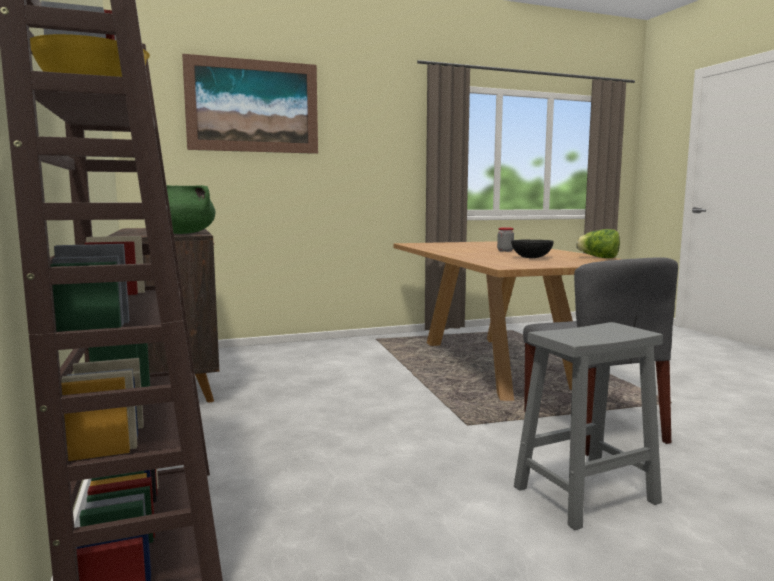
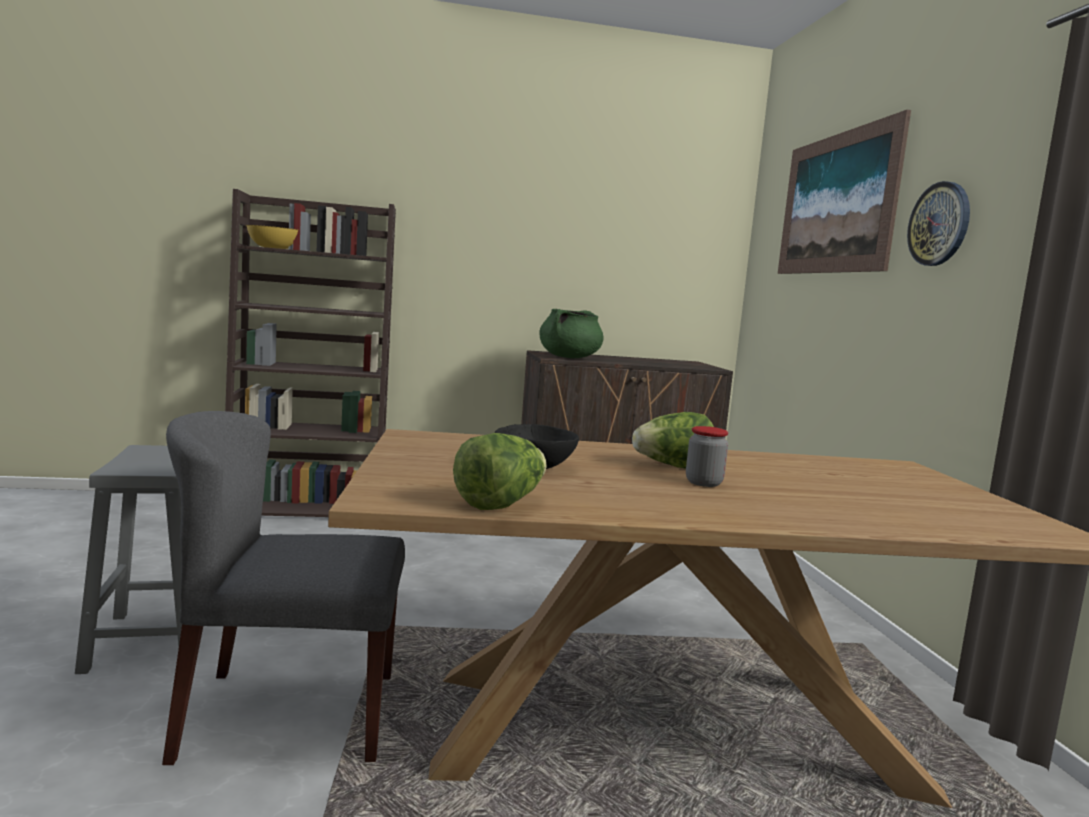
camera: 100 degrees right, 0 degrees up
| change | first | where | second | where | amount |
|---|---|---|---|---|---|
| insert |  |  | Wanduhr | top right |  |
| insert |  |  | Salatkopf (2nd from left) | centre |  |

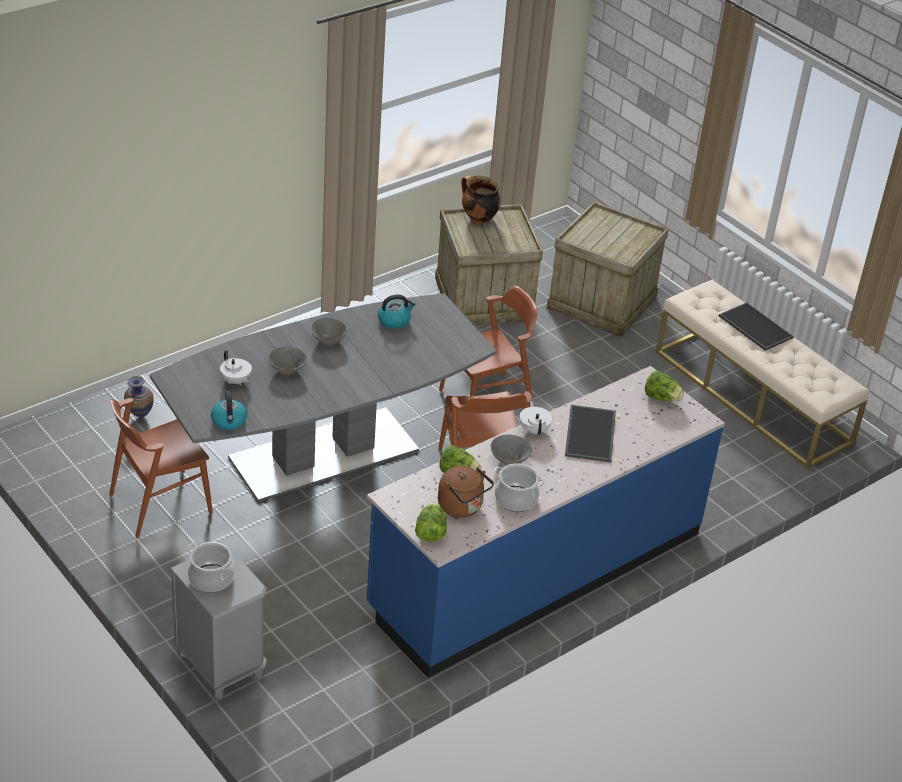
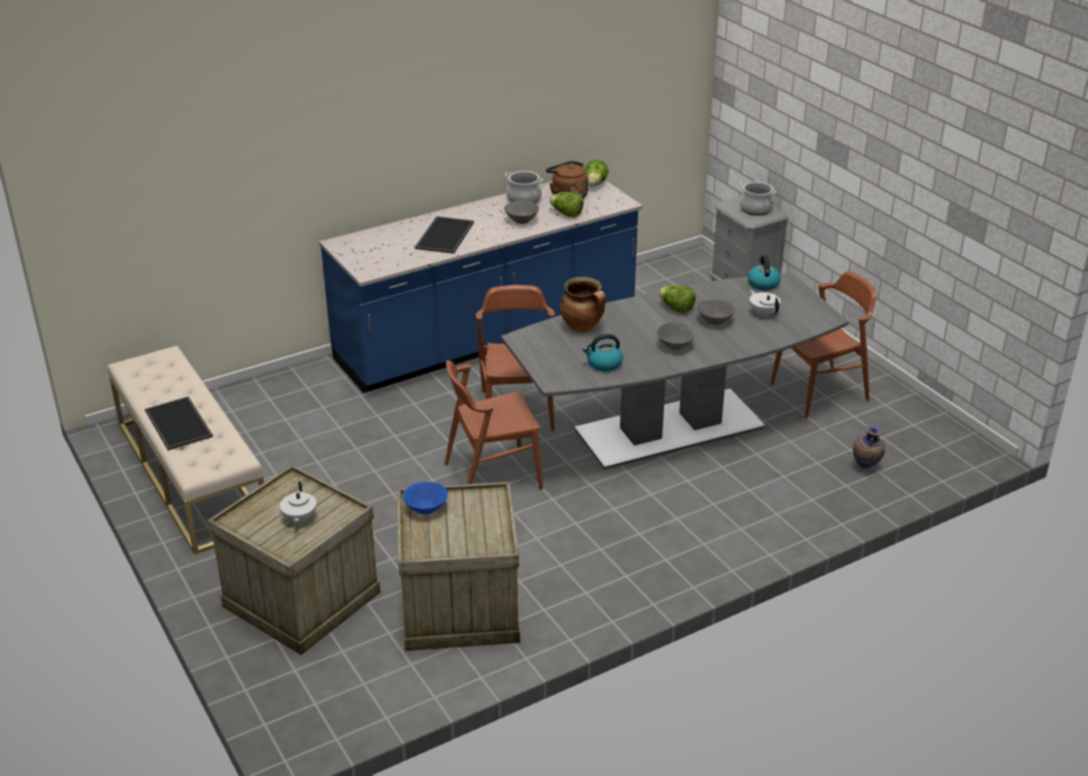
camera: 170 degrees left, 5 degrees down
| change | first | where | second | where | amount |
|---|---|---|---|---|---|
| move | Kochtopf (2nd from left) | top centre |  | centre |  |
| move | Salatkopf (3rd from left) | middle right |  | centre |  |
| move | Teekanne [weiß] (2nd from left in the first image) | centre | Teekanne [weiß] (1st from left) | middle left |  |
| insert |  |  | Schüssel [blau] | centre |  |

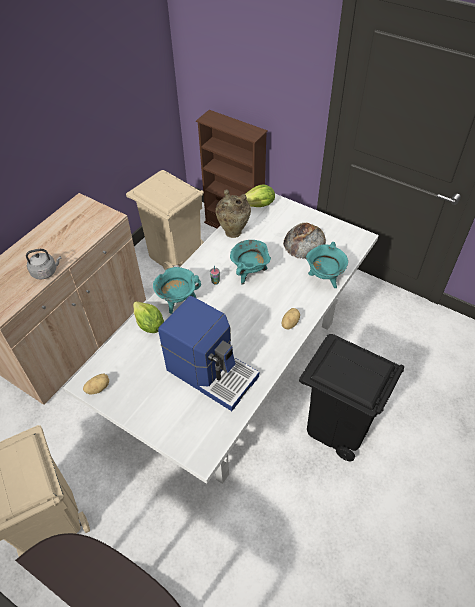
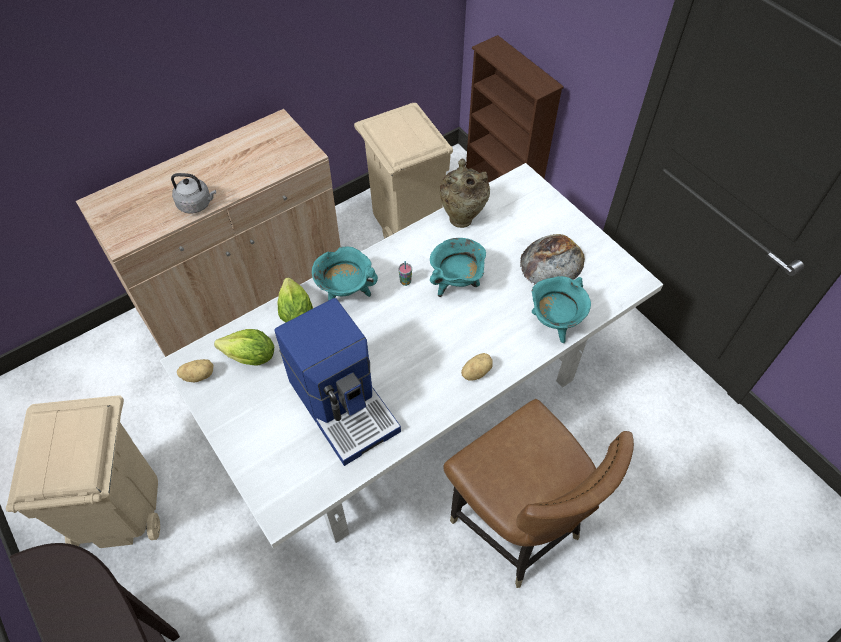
camera: 20 degrees right, 5 degrees up
| change | first | where | second | where | amount |
|---|---|---|---|---|---|
| move | Salatkopf (2nd from left in the first image) | top centre | Salatkopf (1st from left) | middle left |  |
| replace | Mülleimer [schwarz] | middle right | Stuhl [braun] | bottom centre |  |

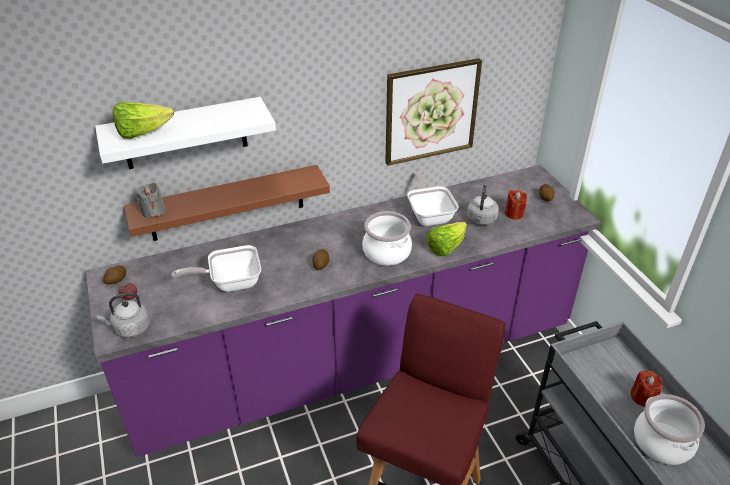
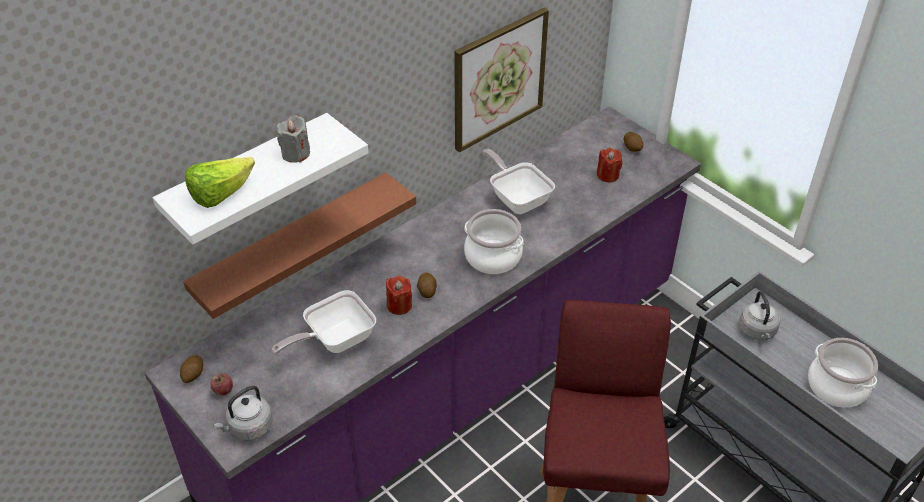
camera: 20 degrees left, 5 degrees up
| change | first | where | second | where | amount |
|---|---|---|---|---|---|
| move | Kerze [grau] | middle left |  | top left |  |
| move | Wasserkessel [grau] (2nd from left) | centre |  | middle right |  |
| delete | Salatkopf (2nd from left) | centre |  |  |  |
| move | Kerze [rot] (2nd from left in the first image) | bottom right | Kerze [rot] (1st from left) | centre |  |

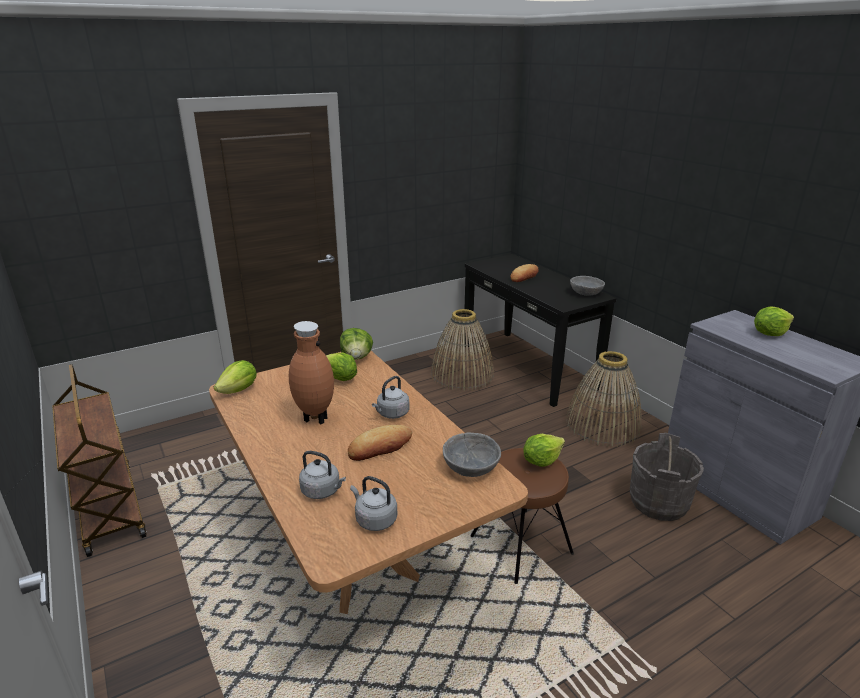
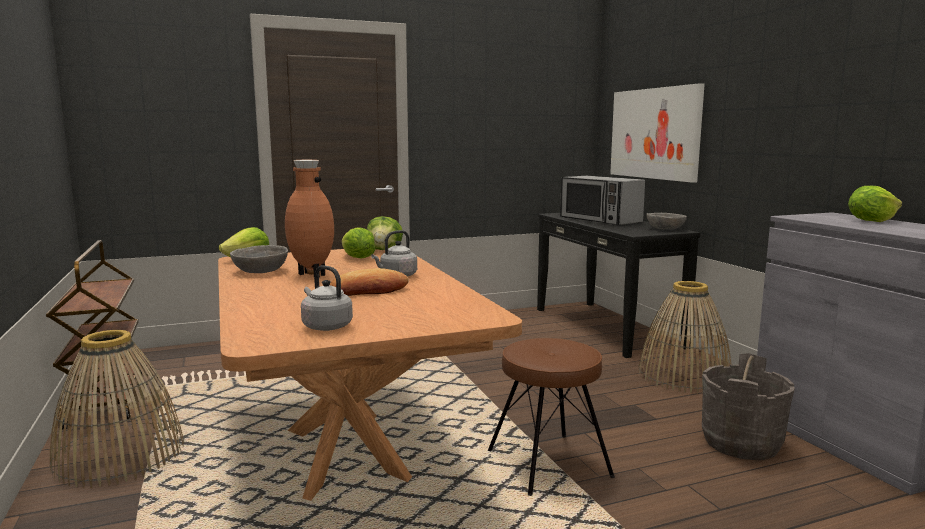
camera: 10 degrees right, 15 degrees down
| change | first | where | second | where | amount |
|---|---|---|---|---|---|
| replace | Brot (2nd from left) | centre | Mikrowelle | centre |  |
| move | Korb (1st from left) | centre |  | bottom left |  |
| move | Schüssel [grau] (1st from left) | centre |  | middle left |  |
| delete | Salatkopf (4th from left) | centre |  |  |  |
| delete | Wasserkessel [grau] (1st from left) | bottom centre |  |  |  |
| insert |  |  | Bild | top right |  |

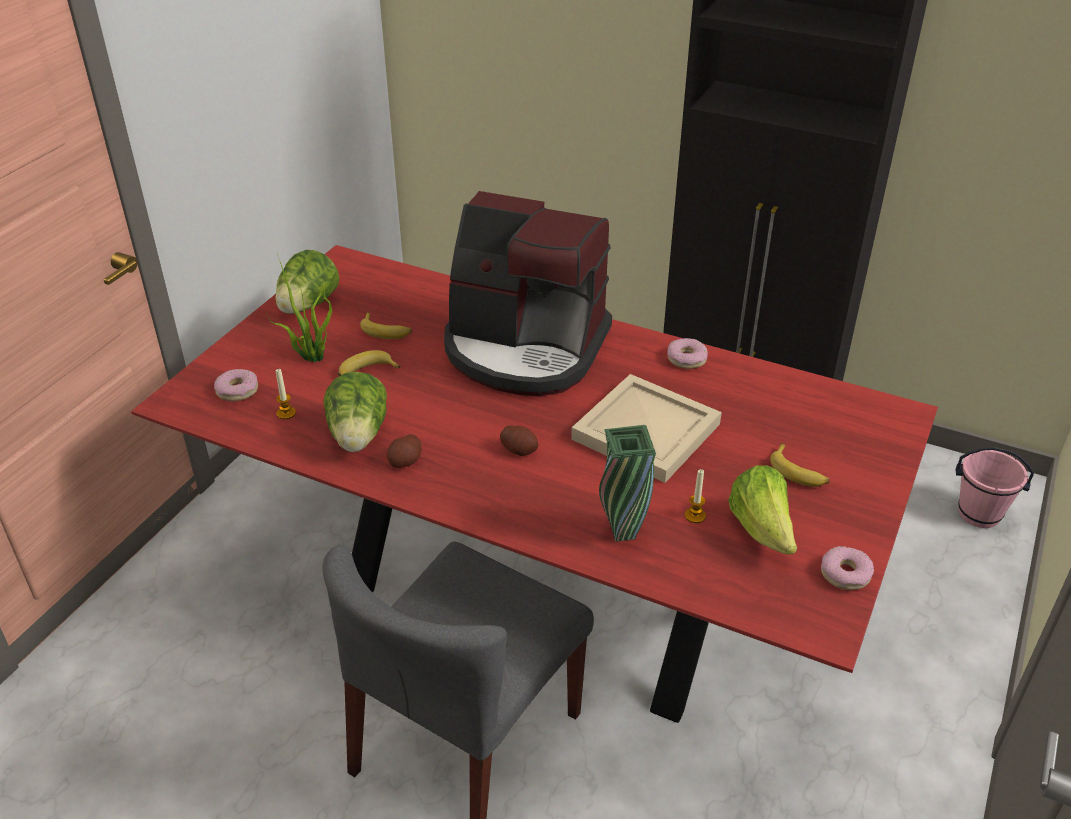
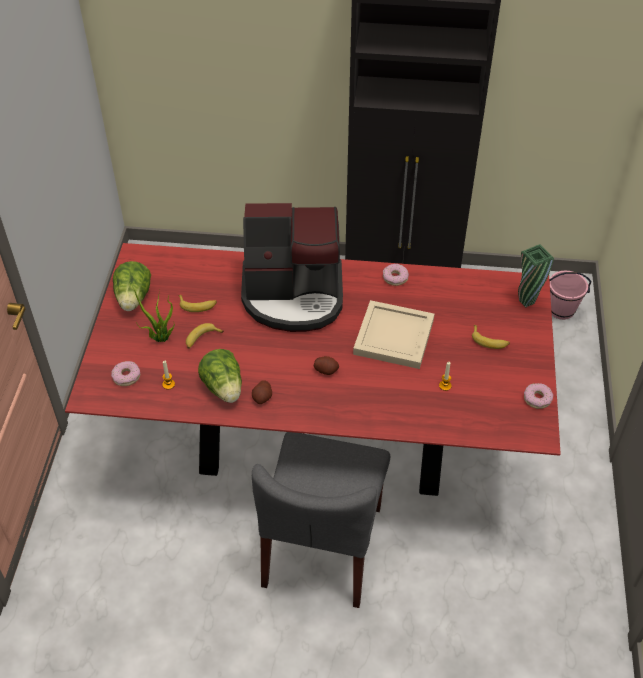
camera: 20 degrees left, 10 degrees up
| change | first | where | second | where | amount |
|---|---|---|---|---|---|
| move | Vase [grün] | centre |  | middle right |  |
| delete | Salatkopf (3rd from left) | middle right |  |  |  |

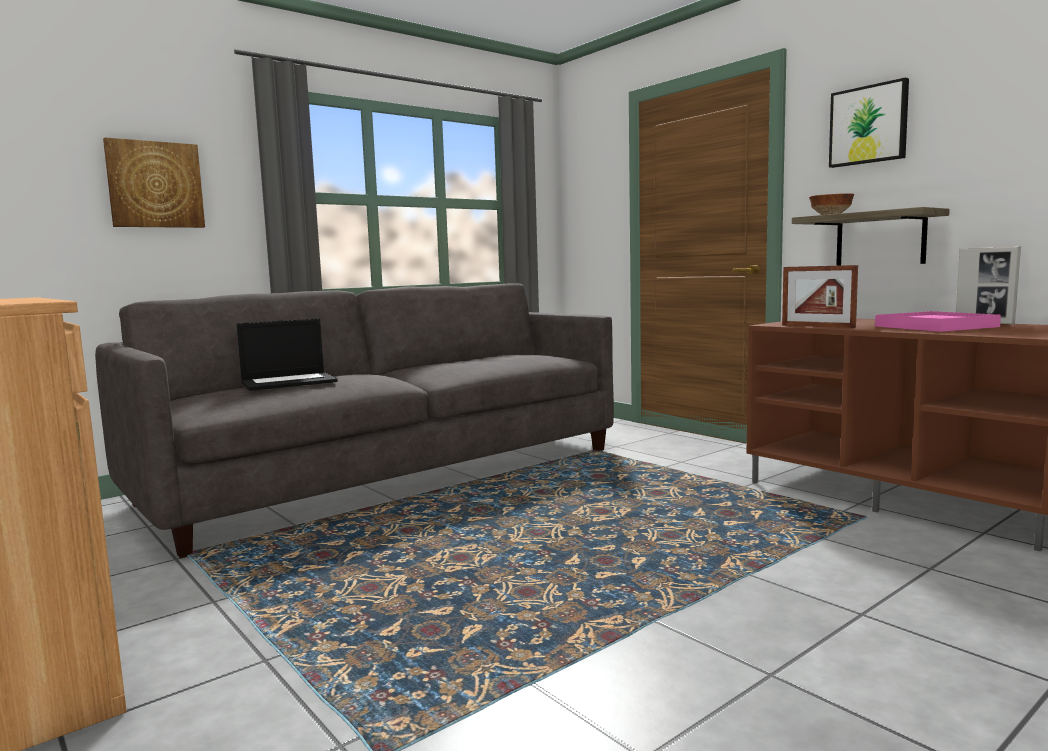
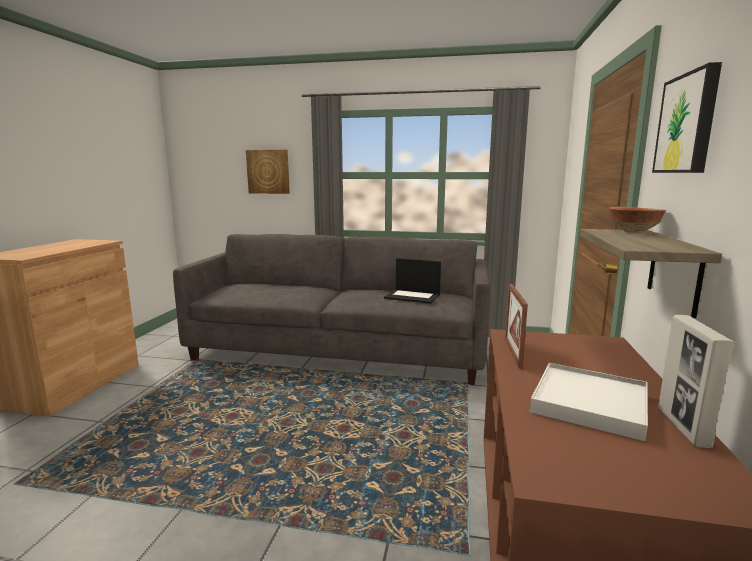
camera: 50 degrees right, 5 degrees up
| change | first | where | second | where | amount |
|---|---|---|---|---|---|
| recolor | Tablett [rosa] | middle right | Tablett [weiß] | bottom right |  |
| move | Laptop | middle left |  | centre |  |

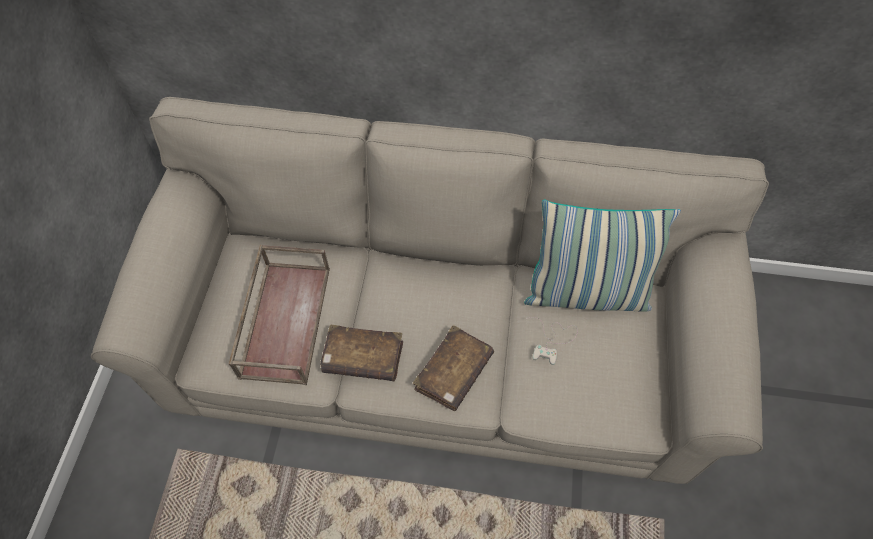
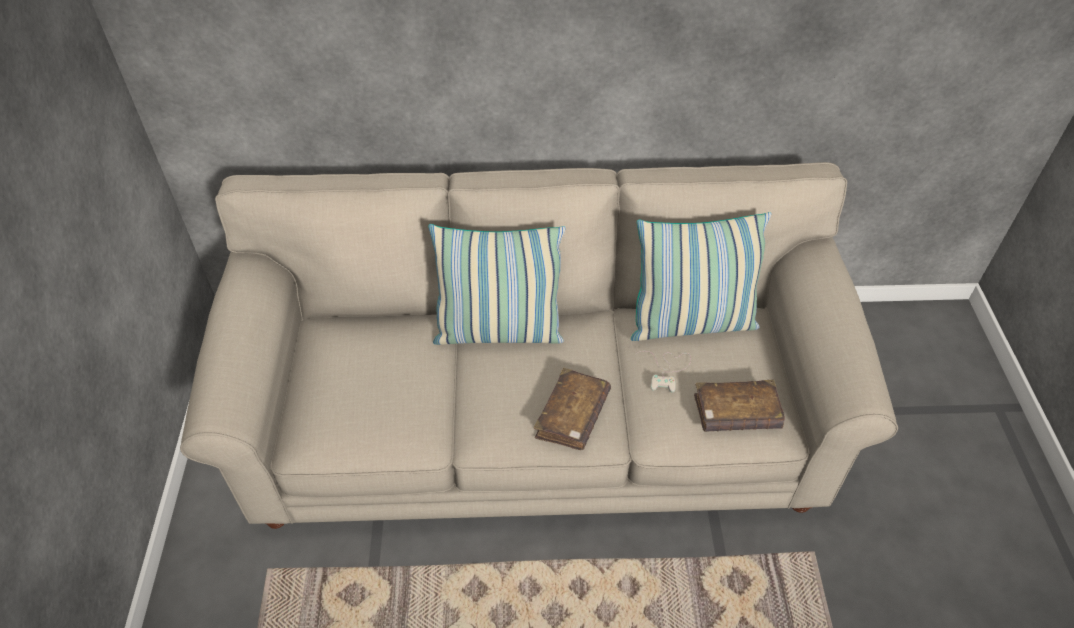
camera: 10 degrees left, 10 degrees down
| change | first | where | second | where | amount |
|---|---|---|---|---|---|
| delete | Tablett [braun] | middle left |  |  |  |
| move | Buch [braun] (1st from left in the first image) | centre | Buch [braun] (2nd from left) | middle right |  |
| insert |  |  | Kissen (1st from left) | centre |  |

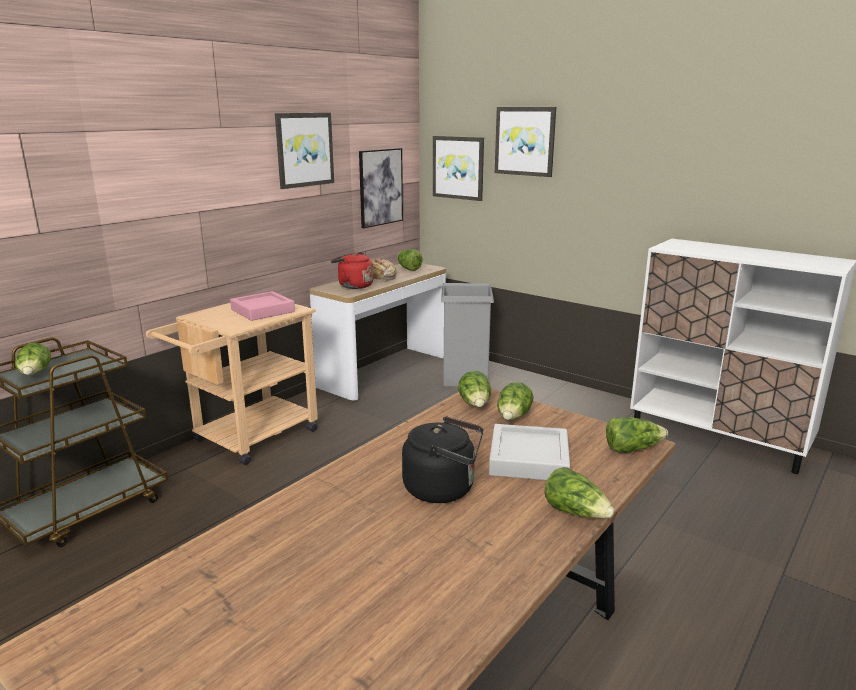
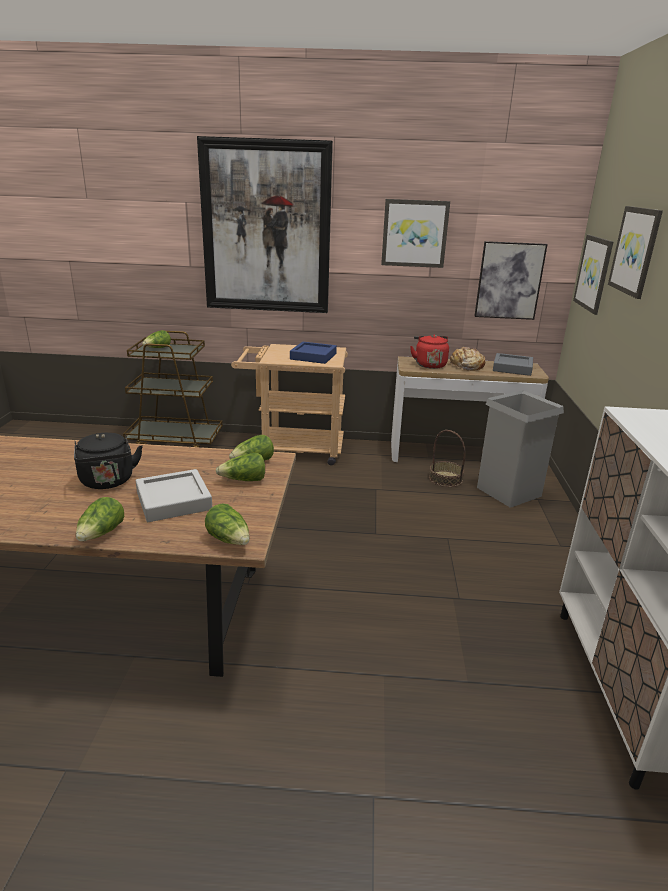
camera: 55 degrees right, 5 degrees up
| change | first | where | second | where | amount |
|---|---|---|---|---|---|
| replace | Salatkopf (2nd from left) | centre | Tablett [grau] (2nd from left) | middle right |  |
| recolor | Tablett [rosa] | middle left | Tablett [blau] | centre |  |
| insert |  |  | Bild (1st from left) | top centre |  |
| insert |  |  | Korb | middle right |  |

